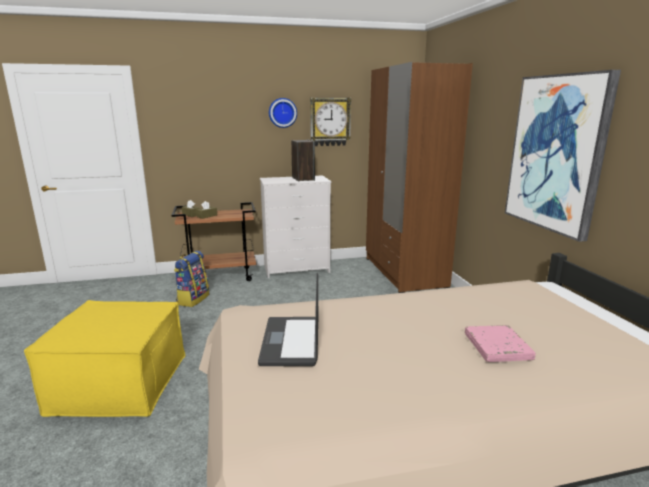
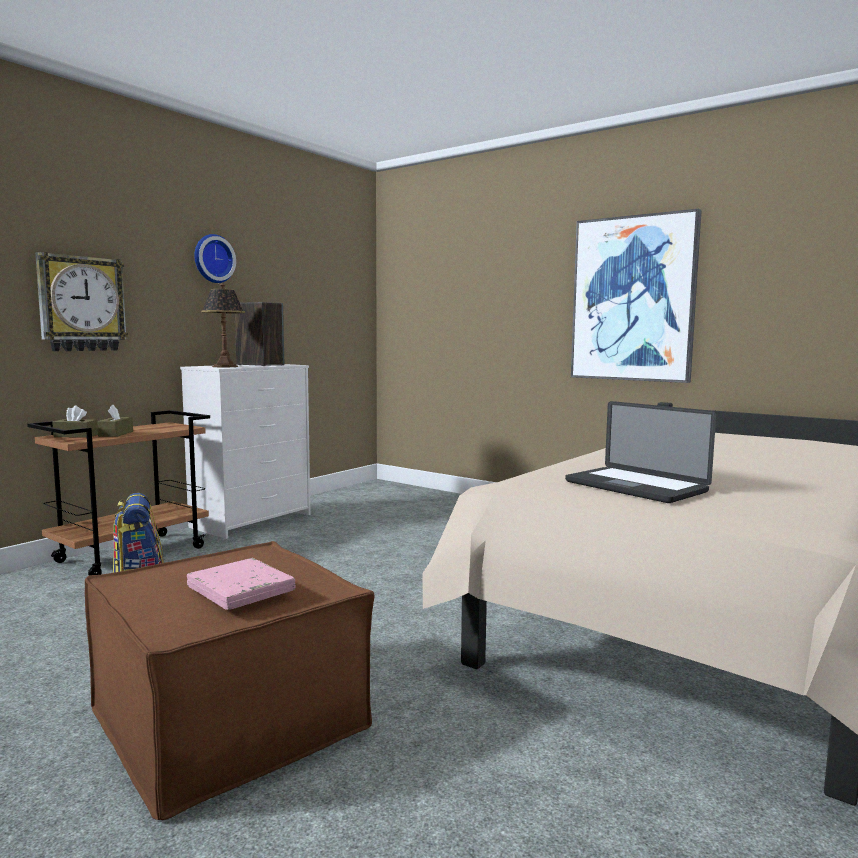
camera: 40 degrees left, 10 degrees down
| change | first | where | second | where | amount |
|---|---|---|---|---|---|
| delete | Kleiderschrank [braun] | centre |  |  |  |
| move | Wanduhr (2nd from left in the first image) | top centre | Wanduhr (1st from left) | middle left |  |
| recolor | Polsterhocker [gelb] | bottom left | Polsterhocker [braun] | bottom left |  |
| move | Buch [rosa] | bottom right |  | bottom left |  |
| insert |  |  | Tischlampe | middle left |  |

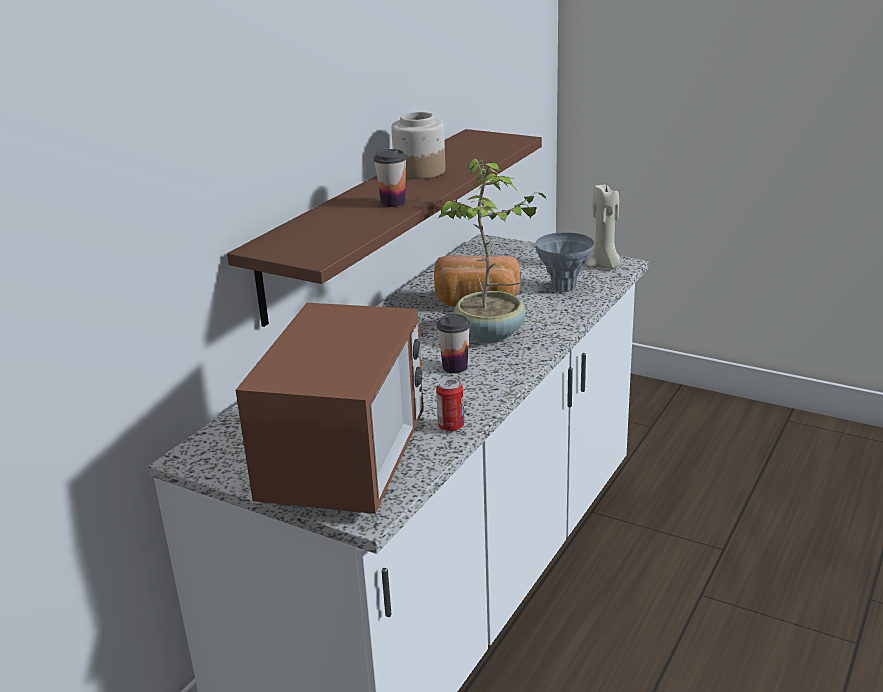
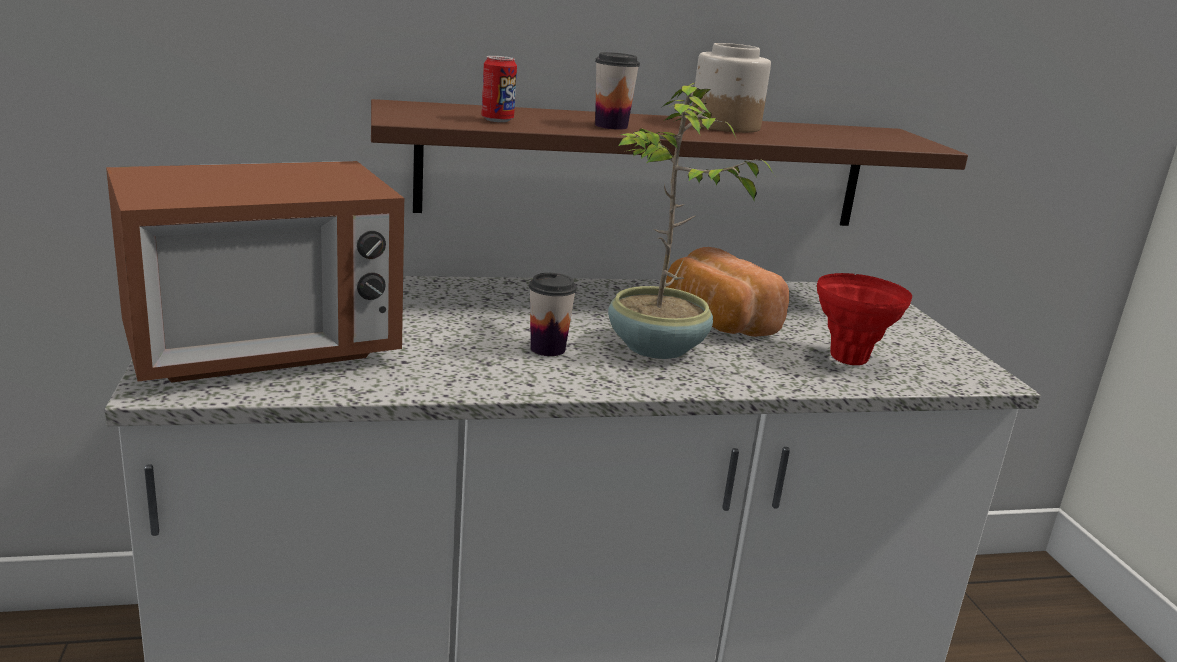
camera: 45 degrees right, 5 degrees down
| change | first | where | second | where | amount |
|---|---|---|---|---|---|
| delete | Kerze [beige] | top right |  |  |  |
| recolor | Vase [grau] | centre | Vase [rot] | middle right |  |
| move | Dose | centre |  | top centre |  |

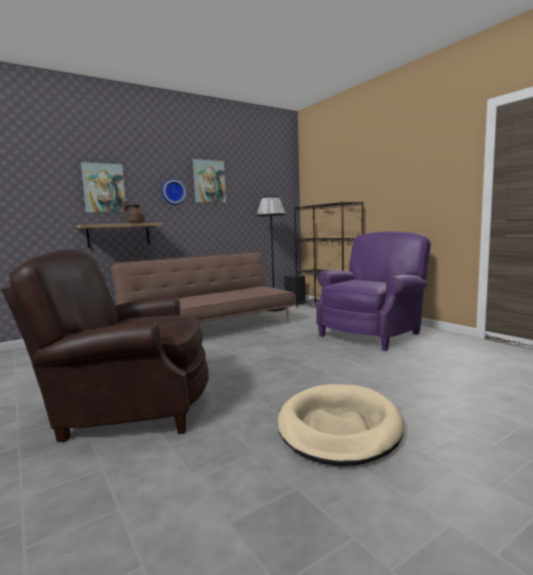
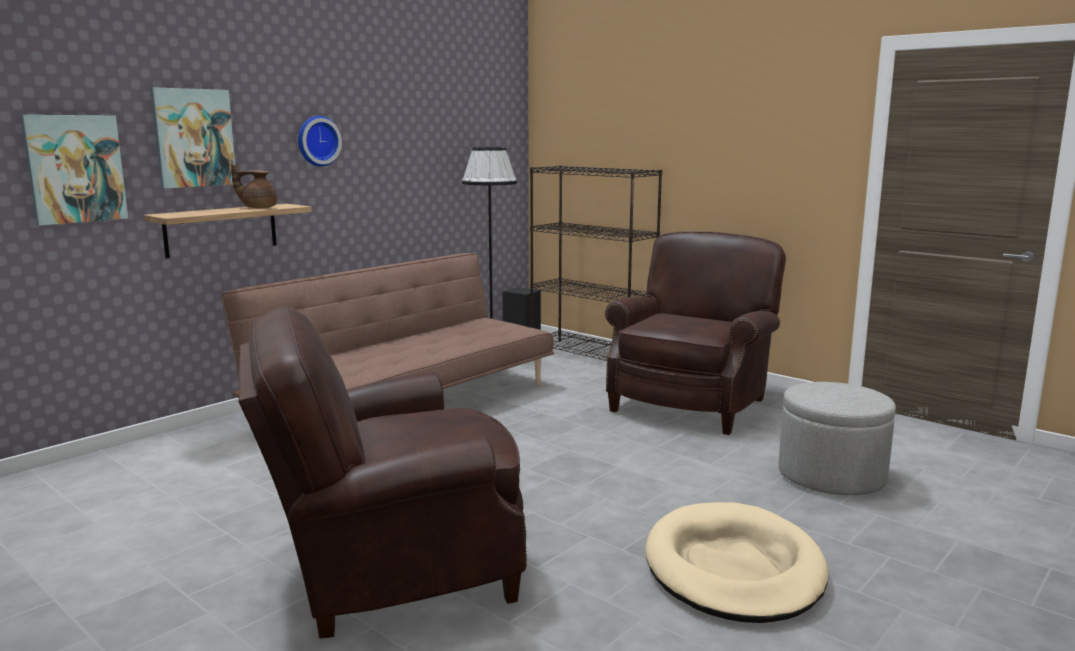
camera: 15 degrees left, 5 degrees up
| change | first | where | second | where | amount |
|---|---|---|---|---|---|
| move | Bild (2nd from left in the first image) | top centre | Bild (1st from left) | top left |  |
| recolor | Sessel [lila] | middle right | Sessel [braun] (2nd from left) | centre |  |
| insert |  |  | Polsterhocker [grau] | bottom right |  |

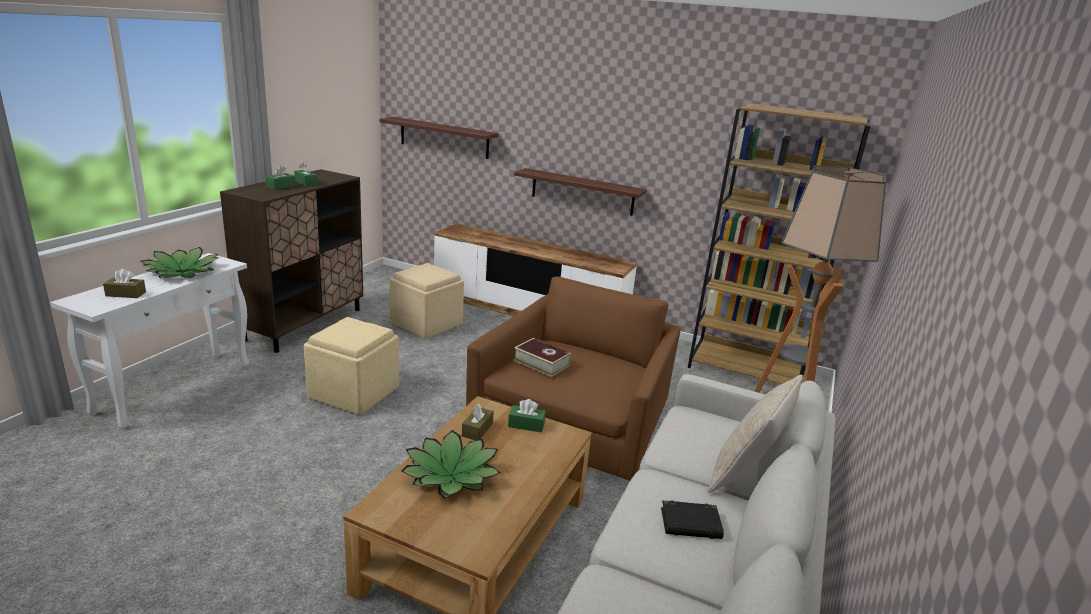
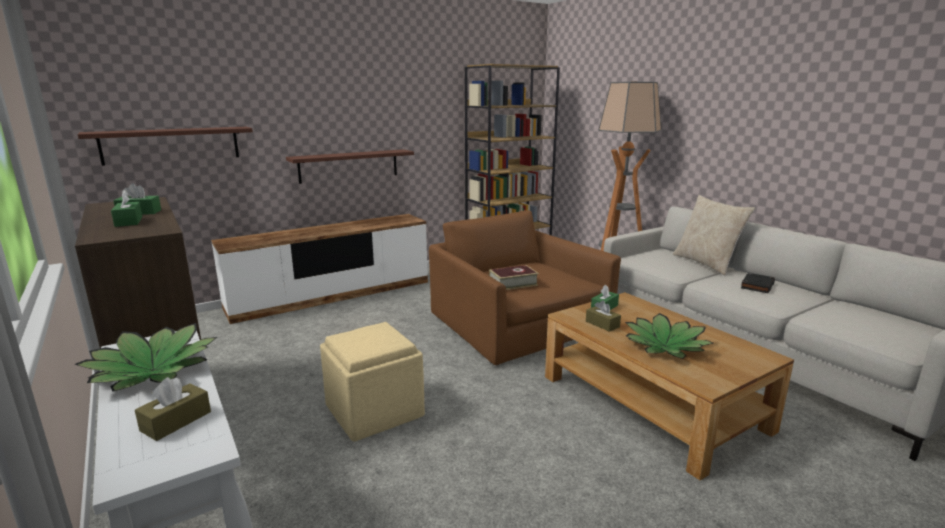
camera: 55 degrees left, 5 degrees down
| change | first | where | second | where | amount |
|---|---|---|---|---|---|
| delete | Polsterhocker [beige] (2nd from left) | centre |  |  |  |

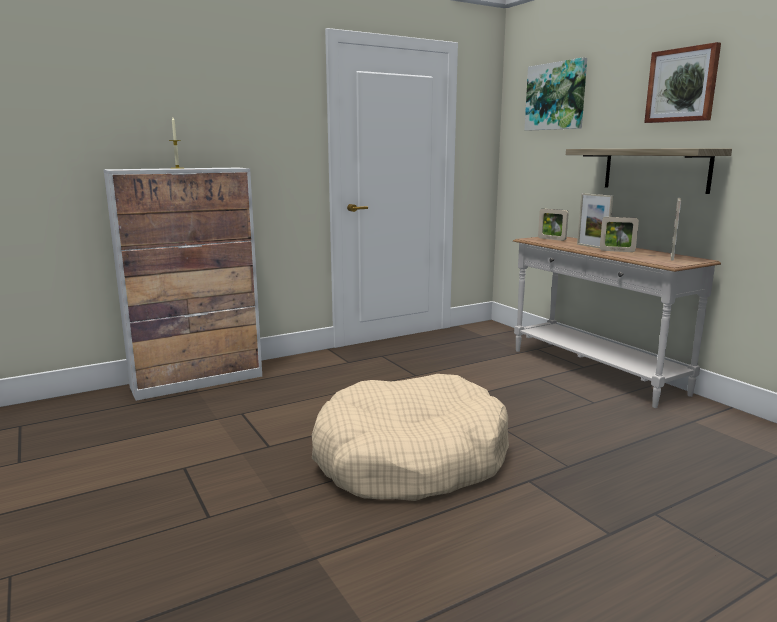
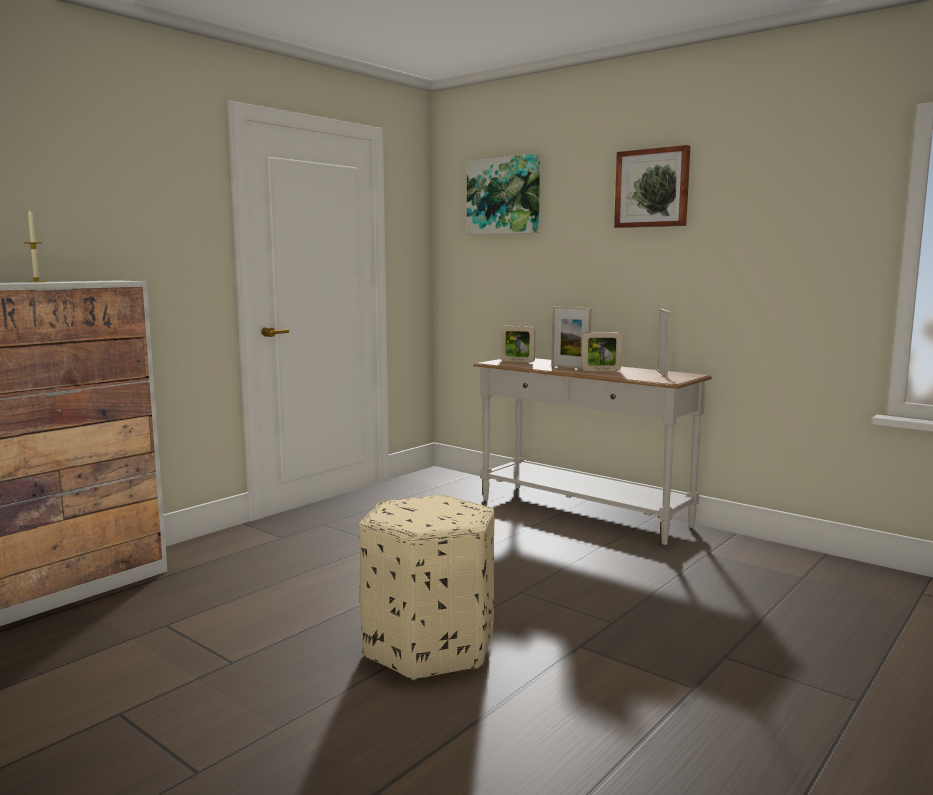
camera: 20 degrees left, 5 degrees down
| change | first | where | second | where | amount |
|---|---|---|---|---|---|
| delete | Wandregal | top right |  |  |  |
| replace | Hundebett [beige] | bottom centre | Polsterhocker [beige] | bottom centre |  |

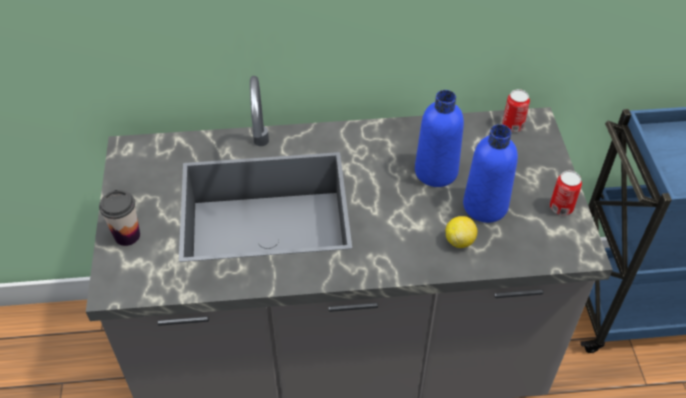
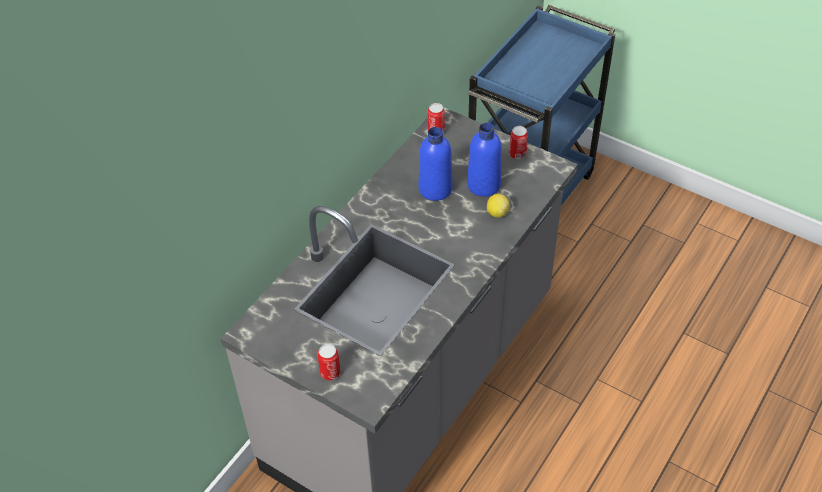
camera: 50 degrees left, 0 degrees up
| change | first | where | second | where | amount |
|---|---|---|---|---|---|
| replace | Tasse | middle left | Dose (1st from left) | bottom centre |  |

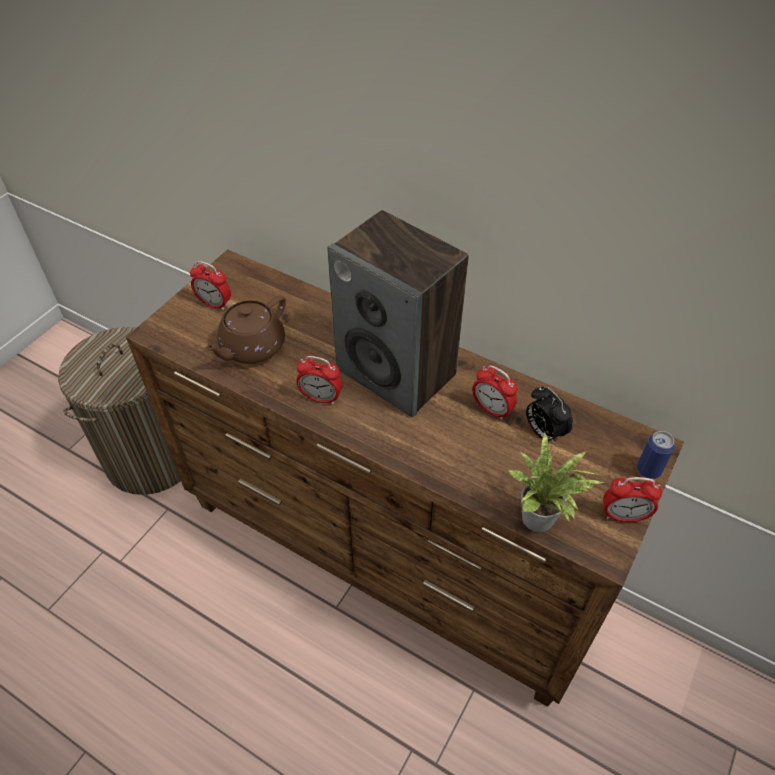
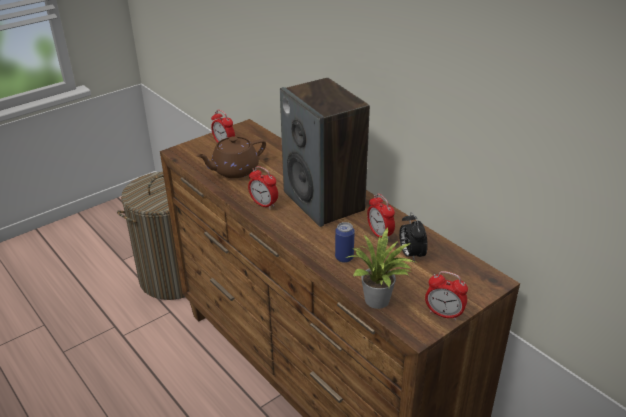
camera: 20 degrees right, 15 degrees down
| change | first | where | second | where | amount |
|---|---|---|---|---|---|
| move | Dose | middle right |  | centre |  |

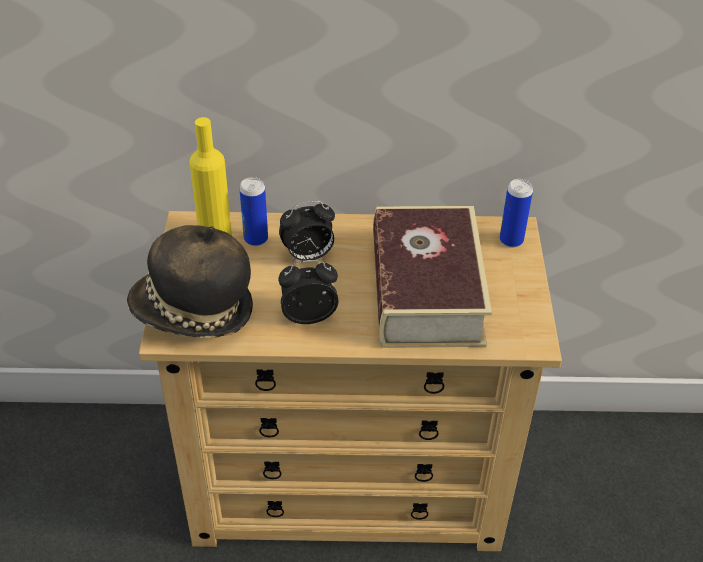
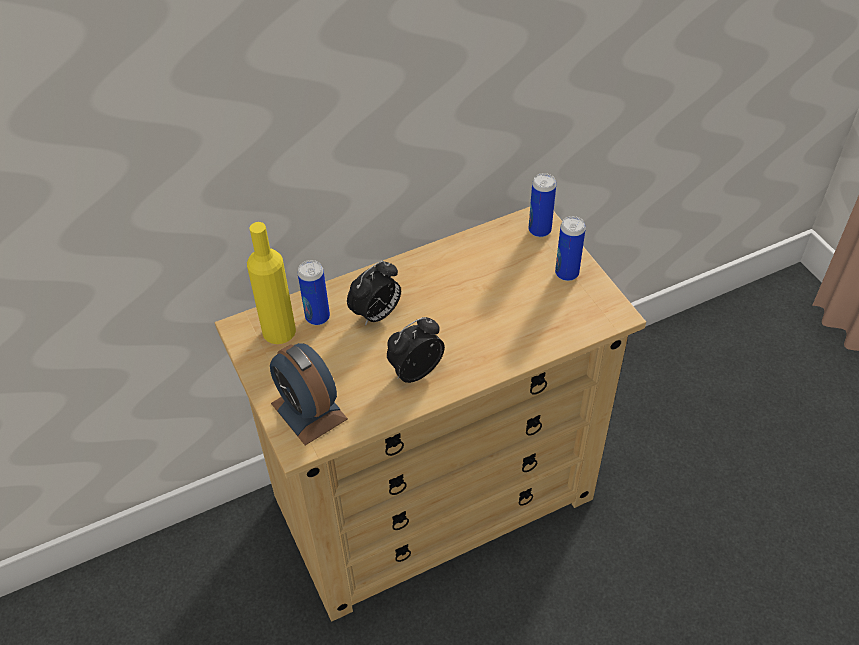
camera: 25 degrees left, 5 degrees up
| change | first | where | second | where | amount |
|---|---|---|---|---|---|
| delete | Buch | centre |  |  |  |
| replace | Hut | middle left | Wecker (1st from left) | centre |  |
| insert |  |  | Dose (3rd from left) | centre |  |

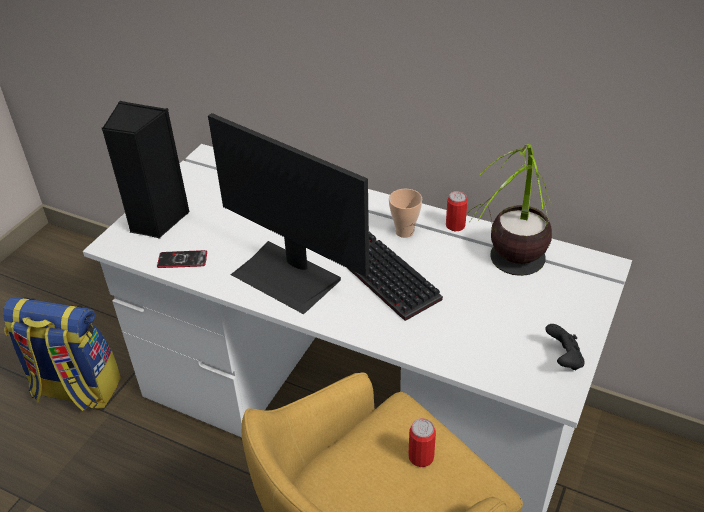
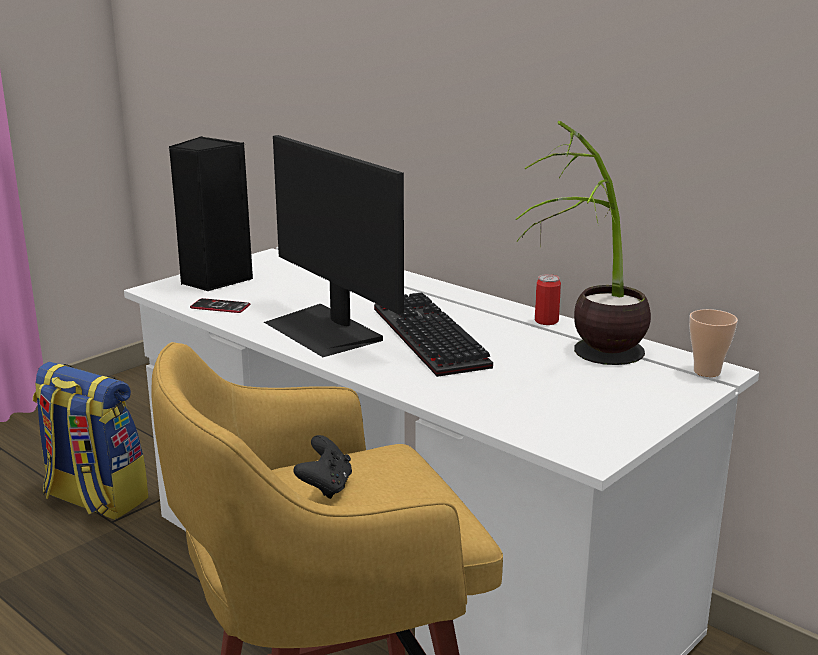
camera: 15 degrees right, 20 degrees down
| change | first | where | second | where | amount |
|---|---|---|---|---|---|
| move | Tasse | centre |  | middle right |  |
| move | Gamepad [schwarz] | bottom right |  | bottom centre |  |
| delete | Dose (1st from left) | bottom centre |  |  |  |

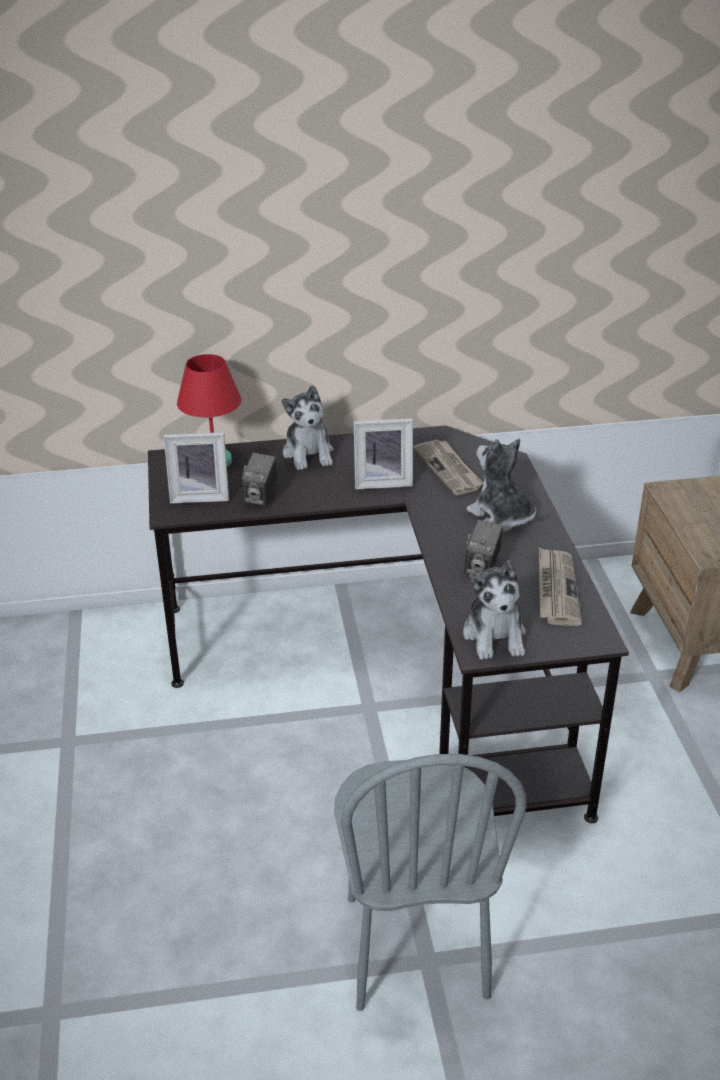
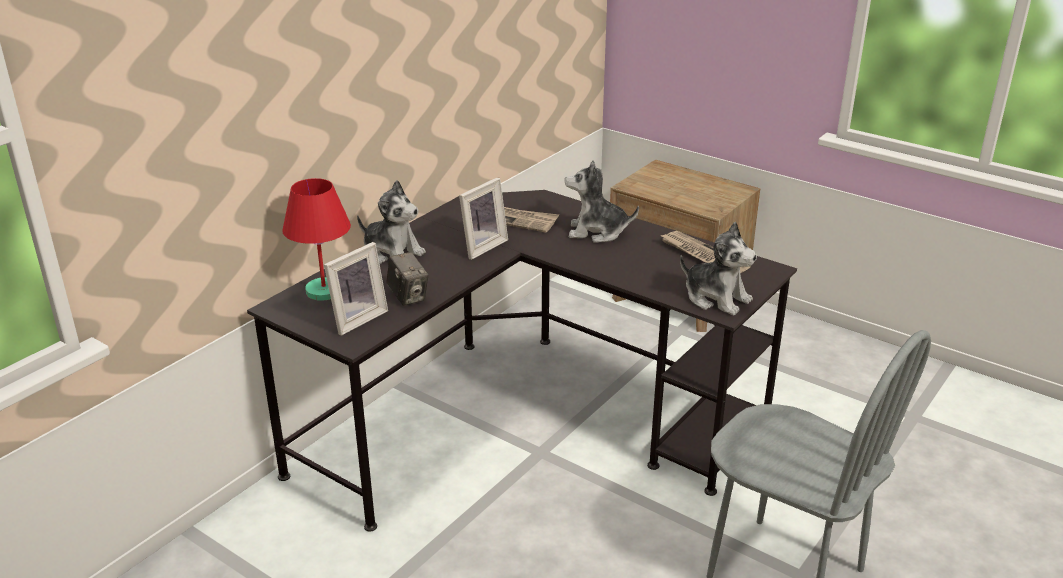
camera: 45 degrees left, 5 degrees down
| change | first | where | second | where | amount |
|---|---|---|---|---|---|
| delete | Kamera (2nd from left) | middle right |  |  |  |

